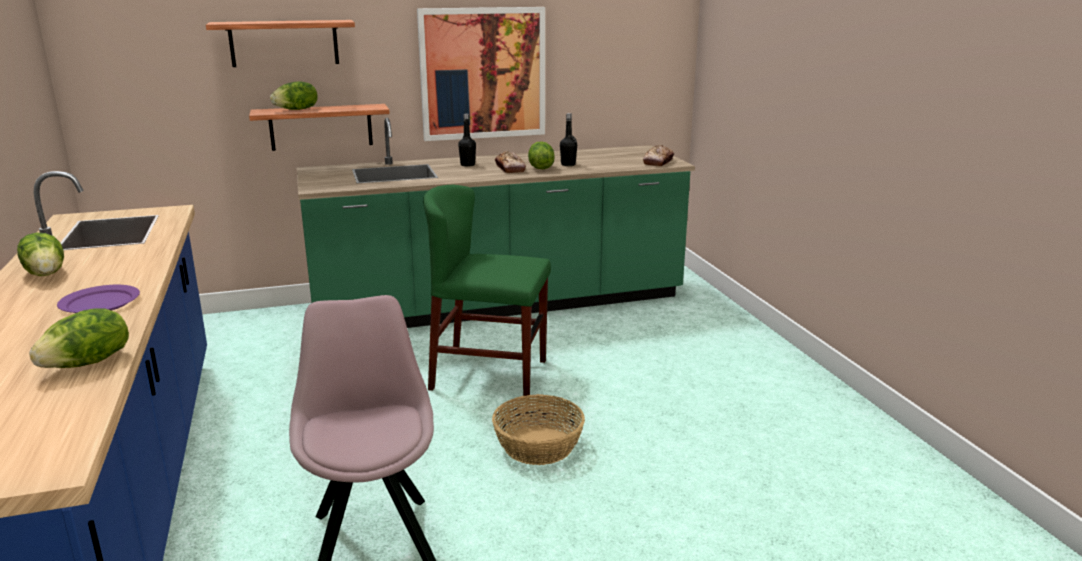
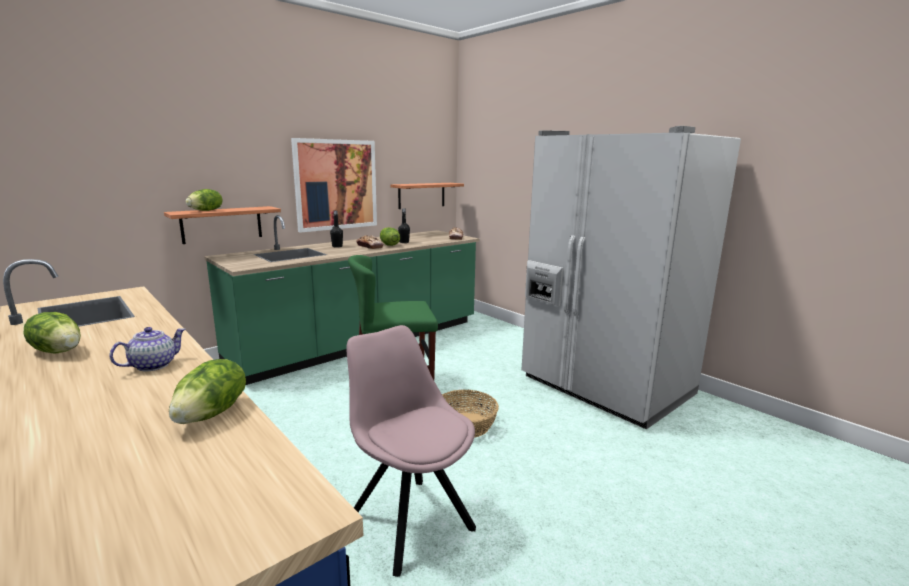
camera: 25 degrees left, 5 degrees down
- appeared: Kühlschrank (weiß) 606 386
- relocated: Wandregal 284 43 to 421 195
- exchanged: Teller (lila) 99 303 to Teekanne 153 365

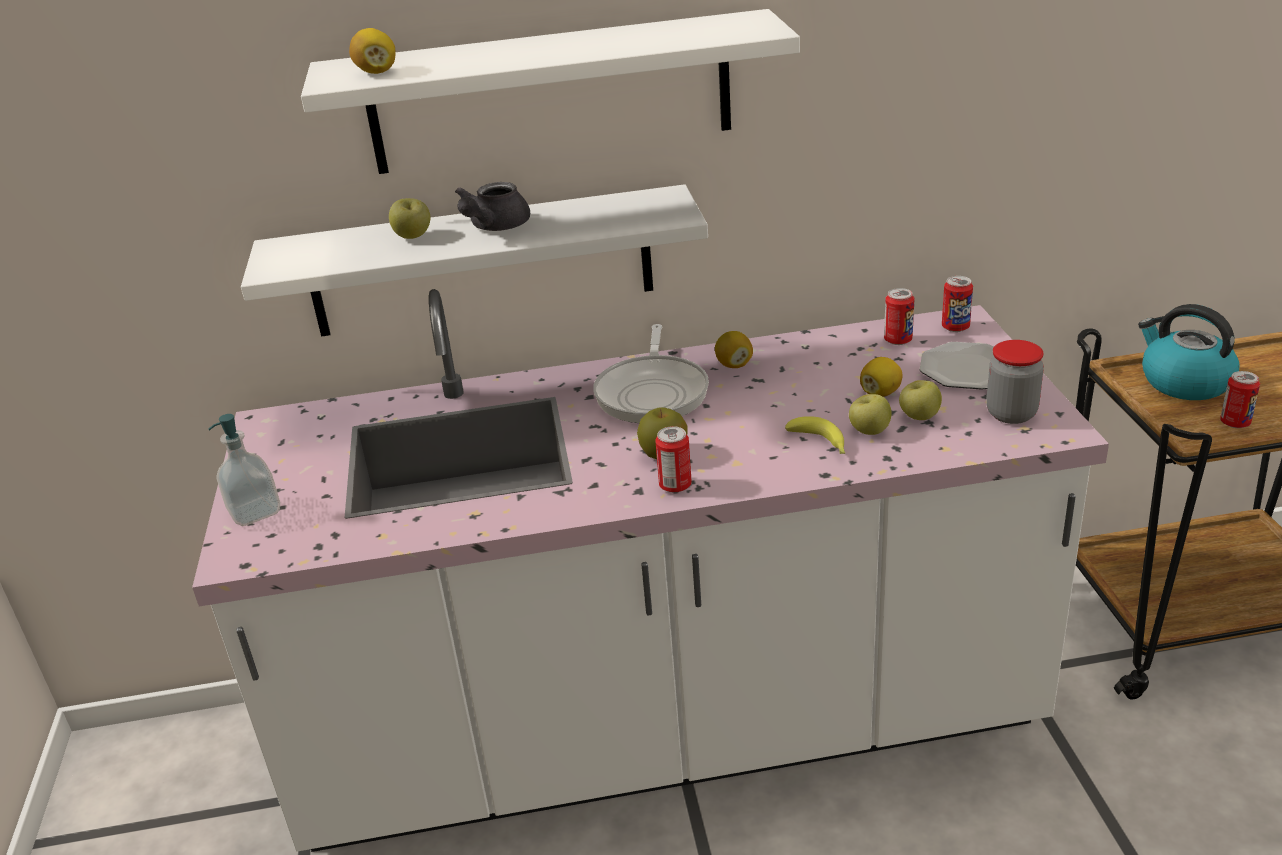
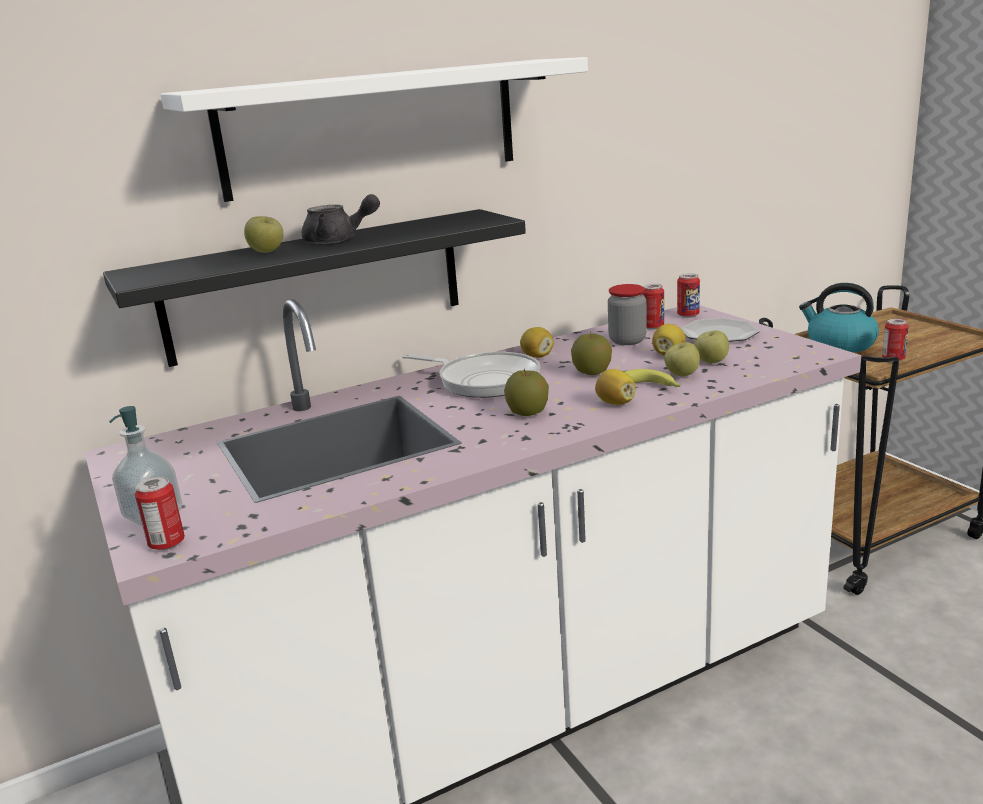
camera: 20 degrees left, 10 degrees down
- appeared: Apfel 592 373
- relocated: Zitrone 377 72 to 615 403
- relocated: Dose 675 486 to 167 543
- relocated: Vorratsglas 1011 414 to 627 340
- colour: Wandregal (weiß) 481 262 to Wandregal (schwarz) 315 286
- spun: Teekanne (grau) 494 227 = 338 240 90 degrees counterclockwise
- spun: Pfanne 653 392 = 484 380 45 degrees counterclockwise

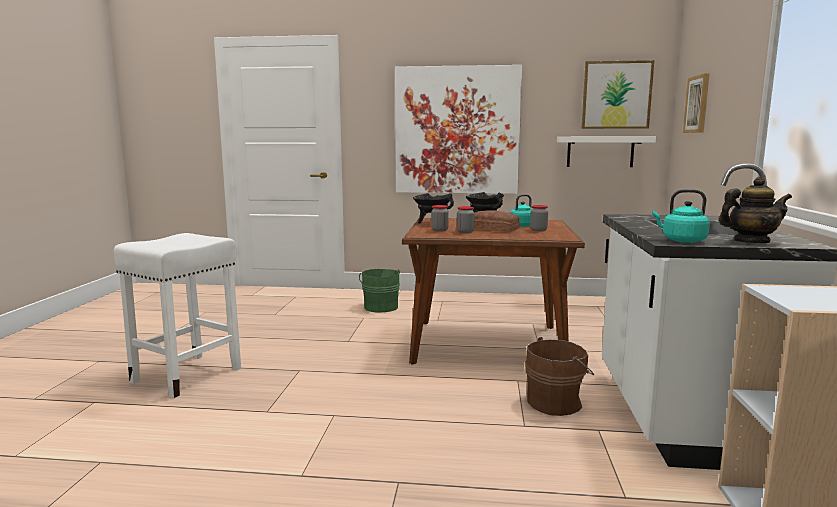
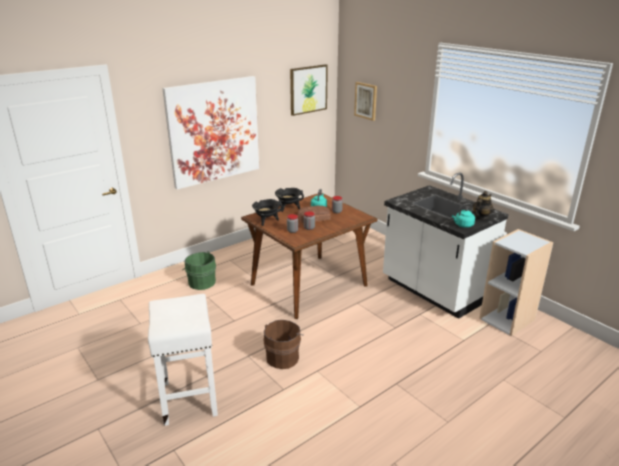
camera: 45 degrees left, 15 degrees up
- missing: Wandregal (weiß) 600 152
- relocated: Eimer (braun) 556 402 to 283 357

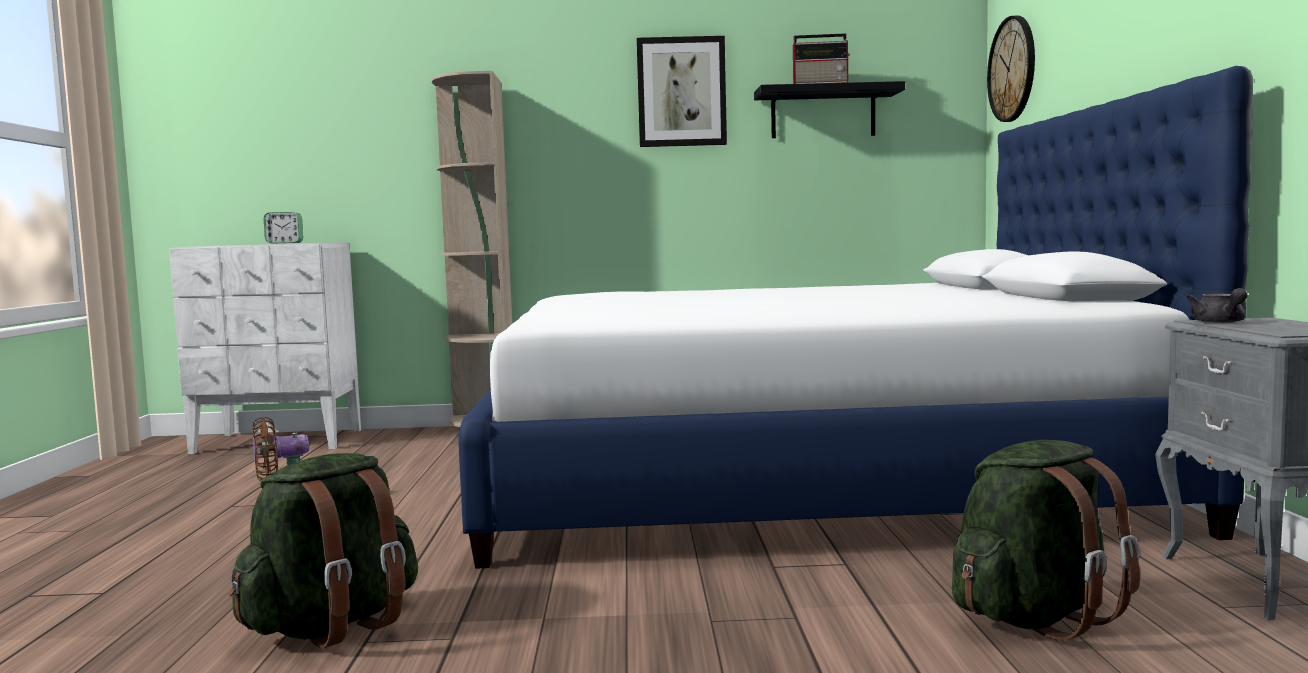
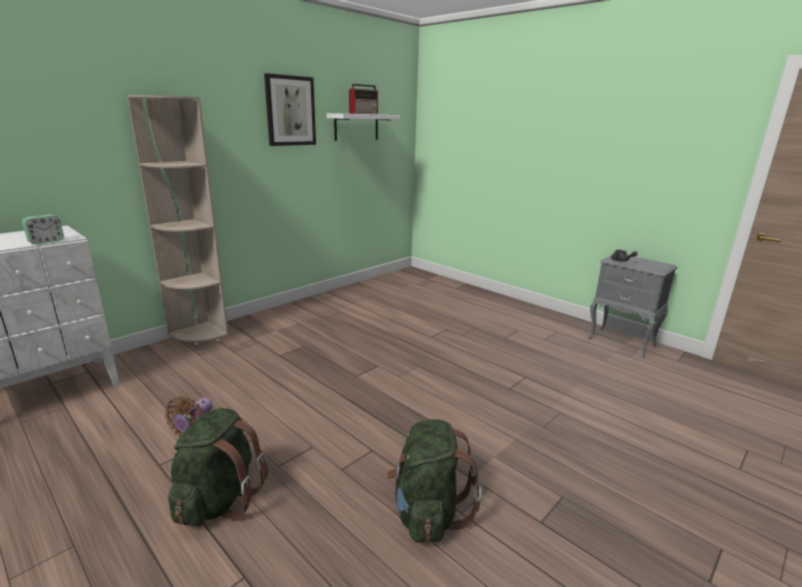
camera: 45 degrees left, 15 degrees up
- missing: Bett (weiß) 807 483
- missing: Wanduhr 1012 69
- relocated: Rucksack (grün) 1034 616 to 219 499
- colour: Wandregal (schwarz) 823 113 to Wandregal (weiß) 356 127

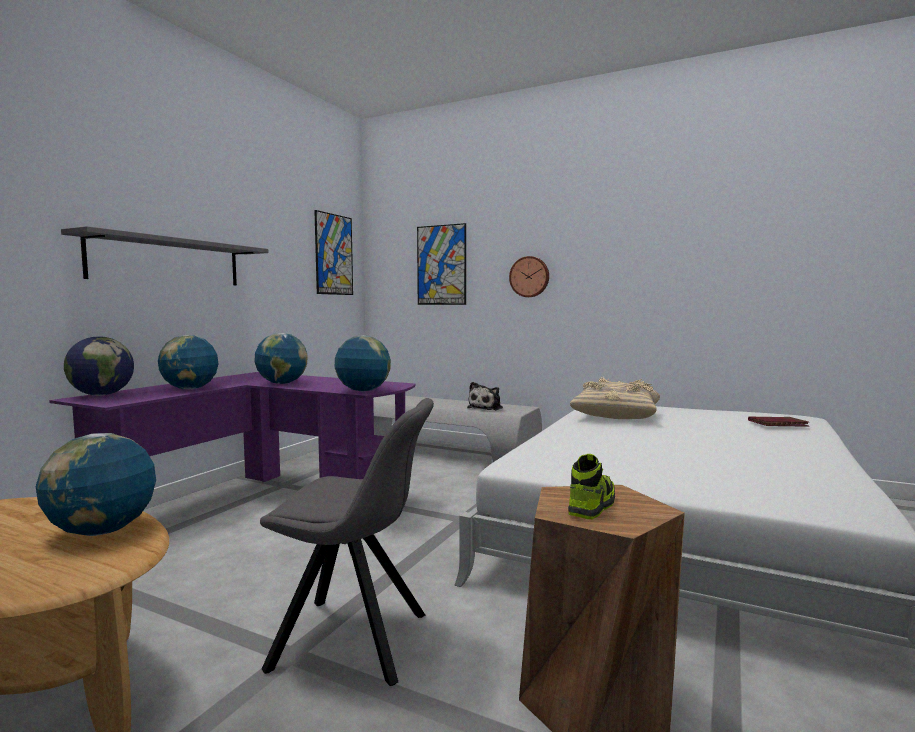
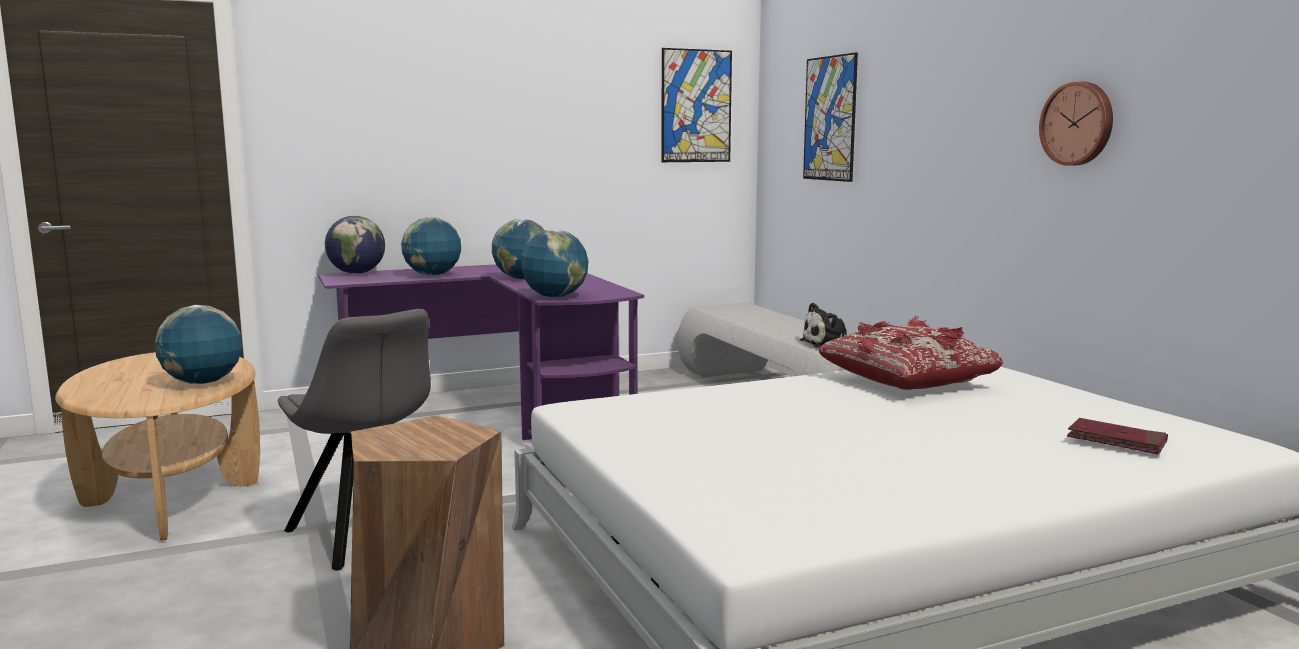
camera: 40 degrees right, 5 degrees up
- missing: Wandregal (grau) 168 262
- missing: Schuh 591 506
- relocated: Wanduhr 529 277 to 1078 123
- colour: Kissen (beige) 616 417 to Kissen (rot) 906 383

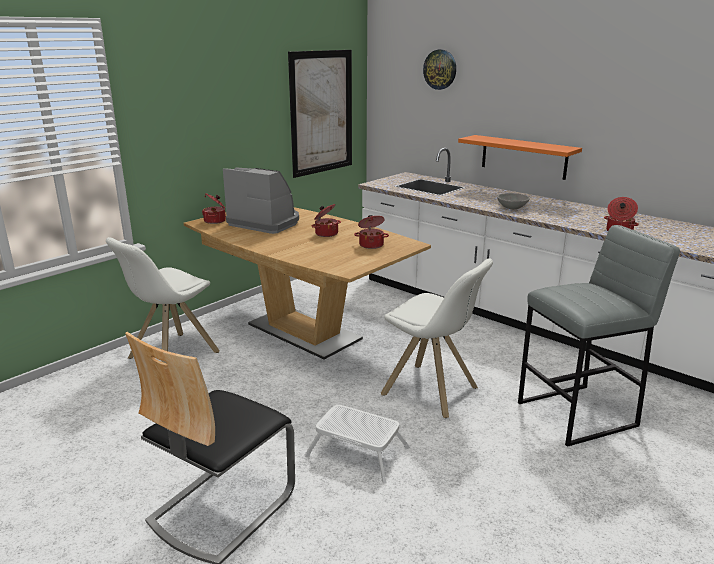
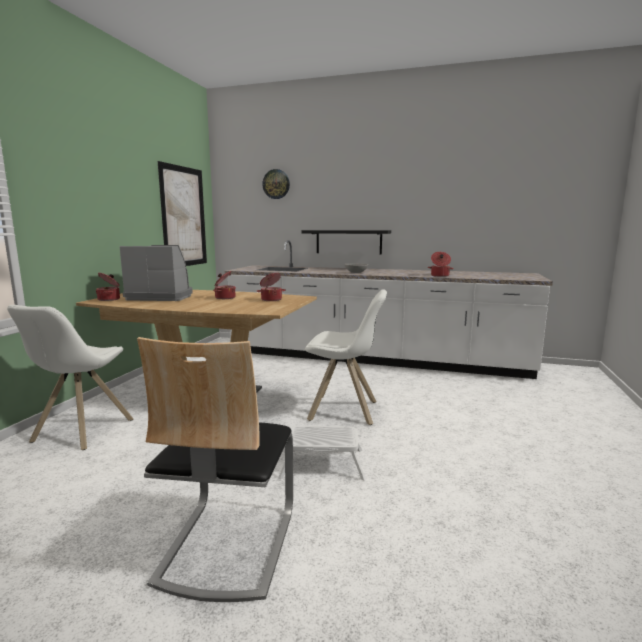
camera: 25 degrees left, 10 degrees down
- missing: Hocker (grau) 578 413
- colour: Wandregal (orange) 523 157 to Wandregal (schwarz) 348 242

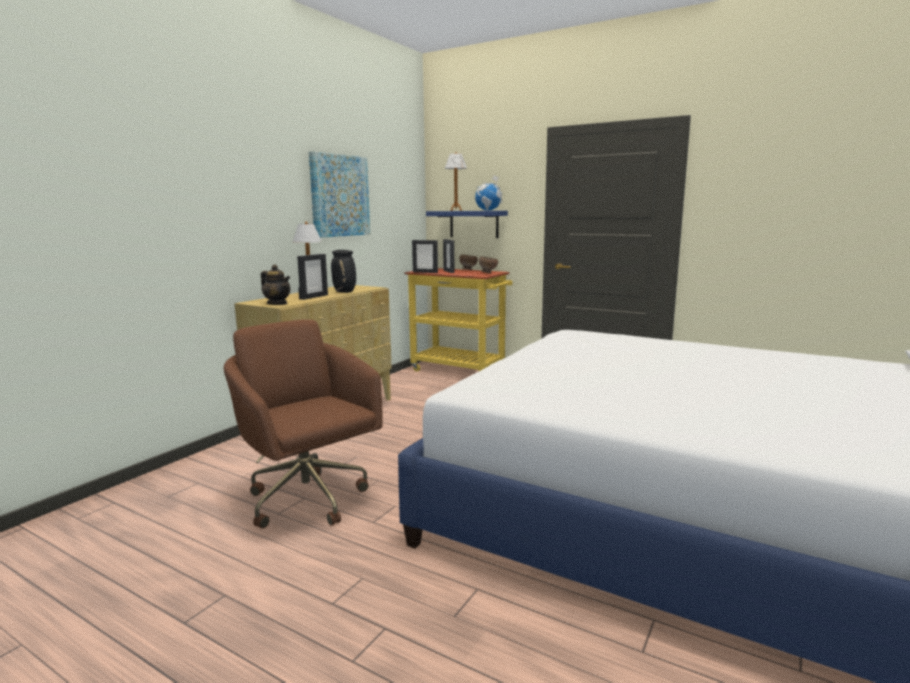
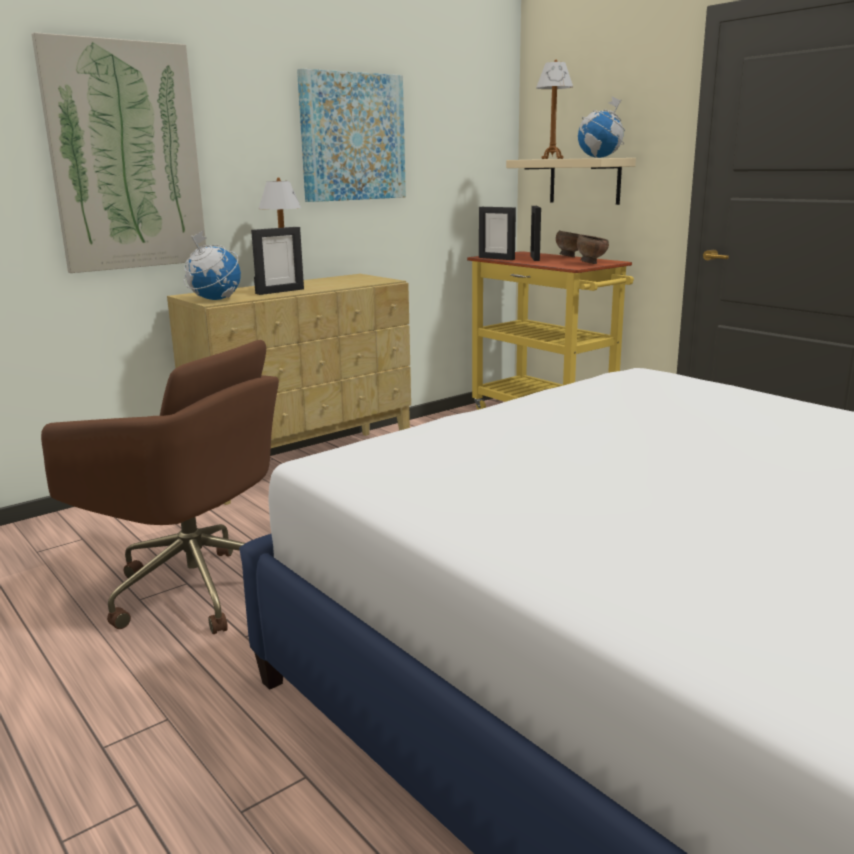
camera: 20 degrees right, 5 degrees up
- missing: Vase (schwarz) 345 292
- appeared: Bild 125 157
- exchanged: Teekanne 277 304 to Globus 214 300
- colour: Wandregal (blau) 474 224 to Wandregal (beige) 584 181
- spun: Bürostuhl (braun) 310 502 = 189 591 135 degrees clockwise

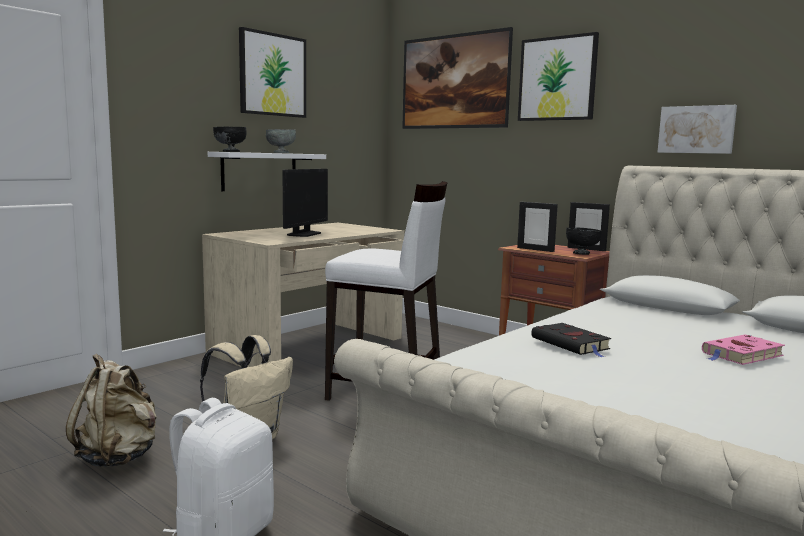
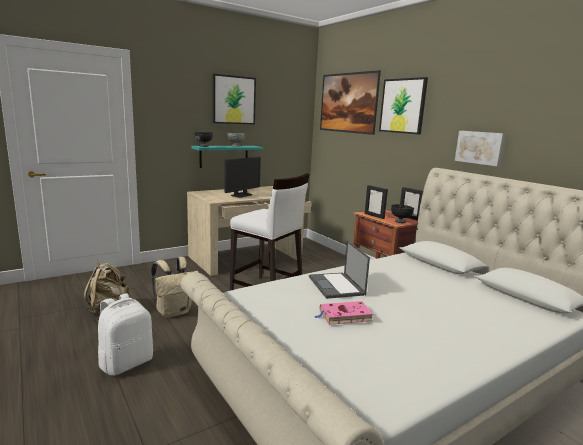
camera: 15 degrees right, 5 degrees up
- relocated: Buch (rosa) 741 355 to 344 316
- exchanged: Buch (schwarz) 572 344 to Laptop 336 286
- colour: Wandregal (weiß) 259 171 to Wandregal (türkis) 224 156

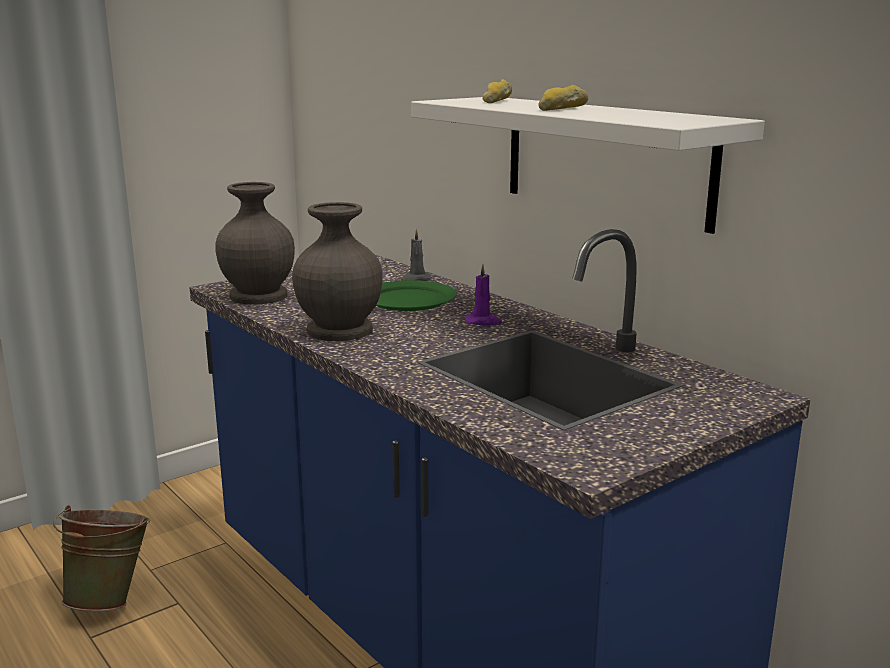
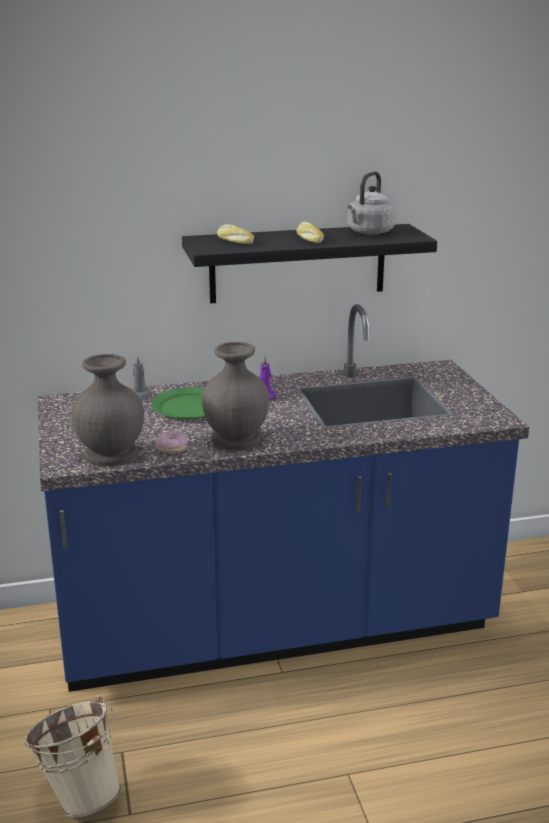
camera: 65 degrees left, 5 degrees up
- appeared: Donut 171 449
- appeared: Wasserkessel (grau) 369 232
- colour: Eimer (grün) 111 599 to Eimer (beige) 79 795
- colour: Wandregal (weiß) 605 159 to Wandregal (schwarz) 298 263

